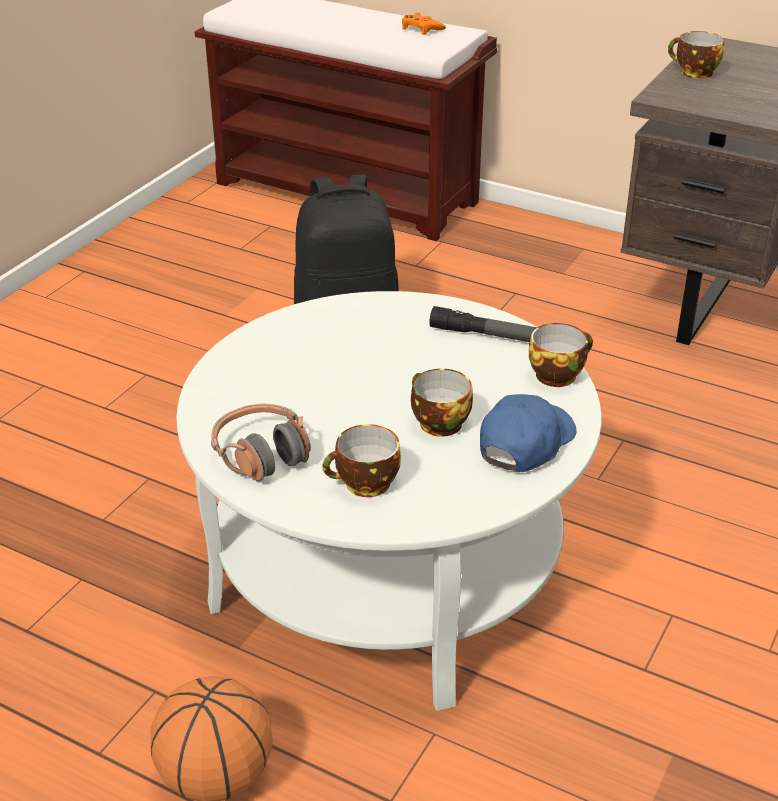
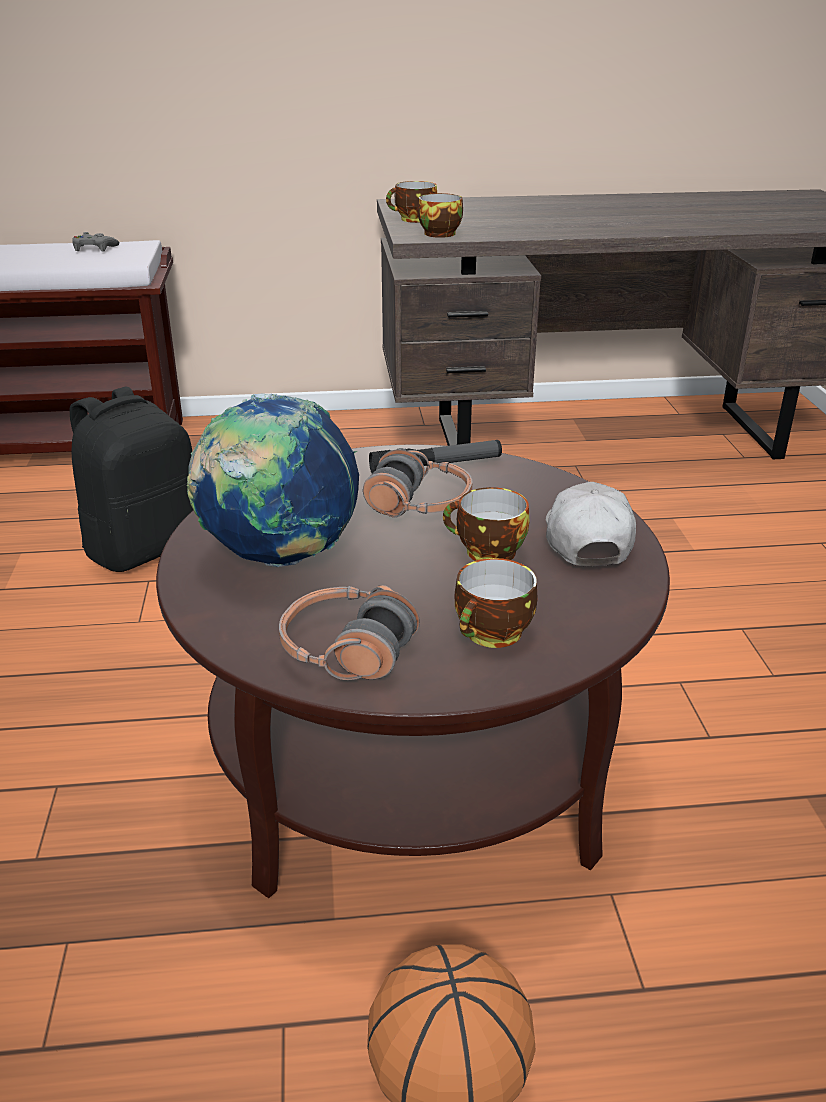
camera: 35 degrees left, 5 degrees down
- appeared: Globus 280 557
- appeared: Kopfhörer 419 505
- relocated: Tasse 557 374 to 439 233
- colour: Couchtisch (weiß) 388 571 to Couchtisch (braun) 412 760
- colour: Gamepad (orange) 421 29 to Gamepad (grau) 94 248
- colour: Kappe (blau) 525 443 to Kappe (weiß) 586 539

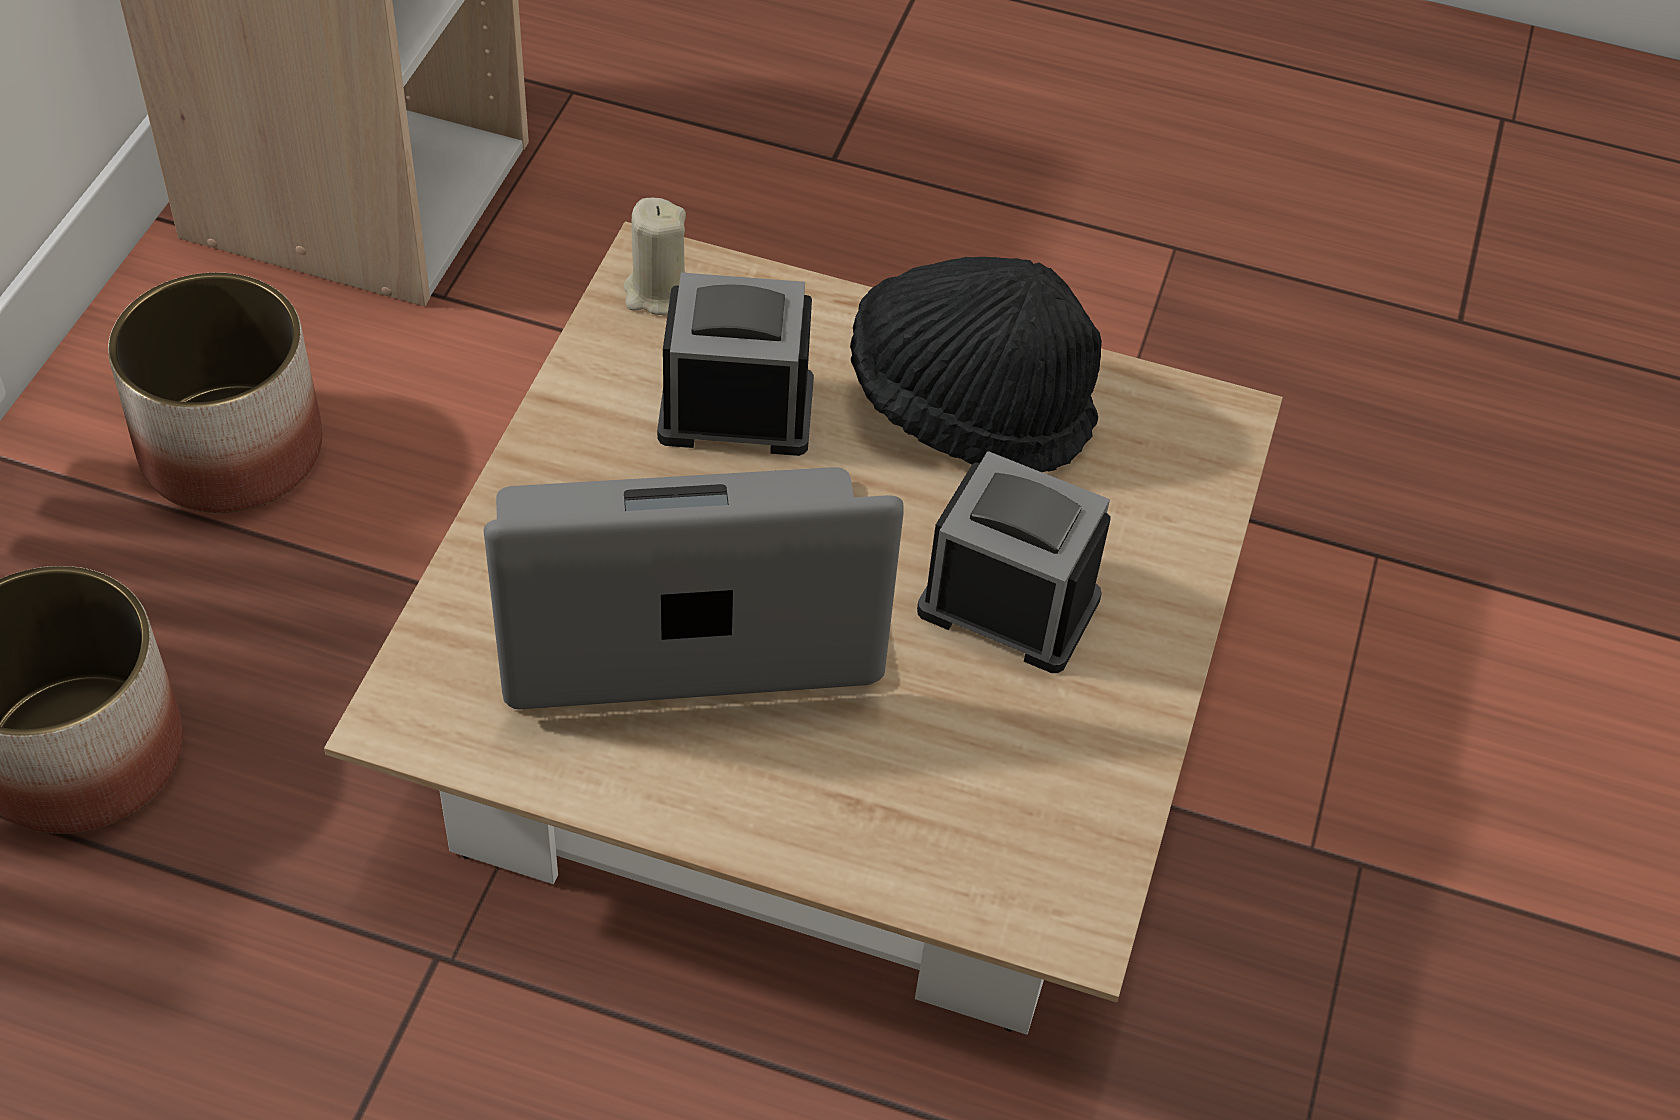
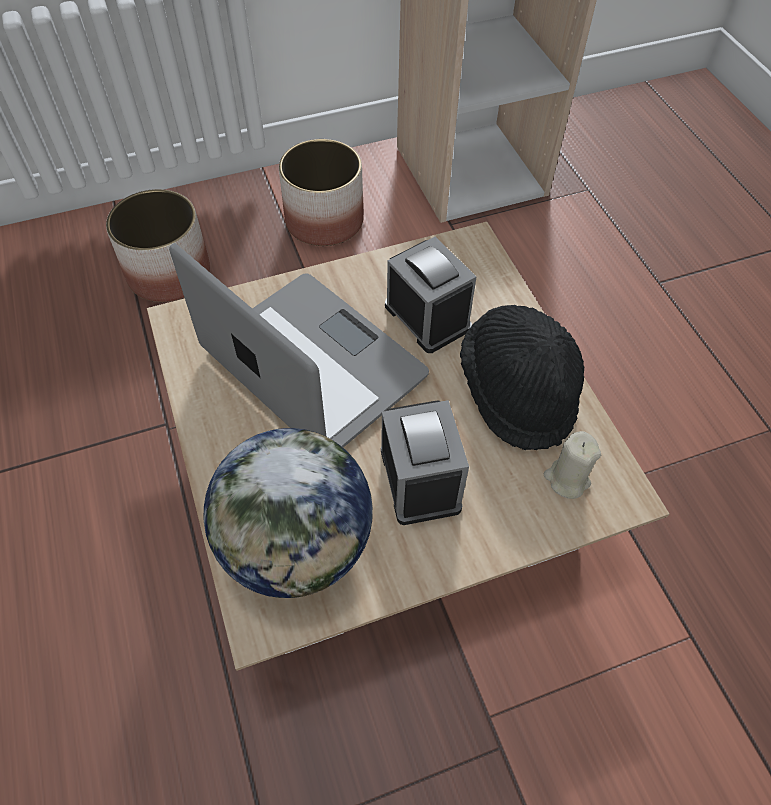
camera: 55 degrees right, 5 degrees up
- appeared: Globus 297 545
- relocated: Kerze (beige) 658 293 to 566 479

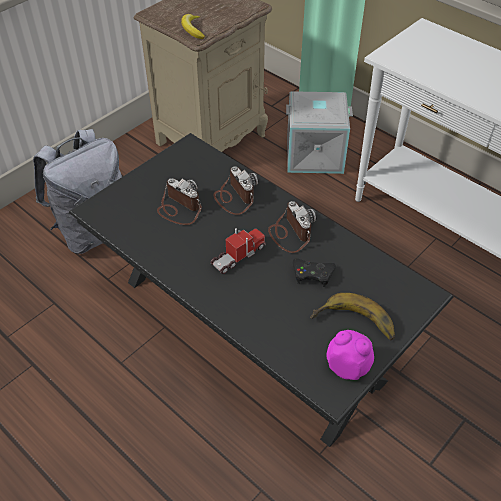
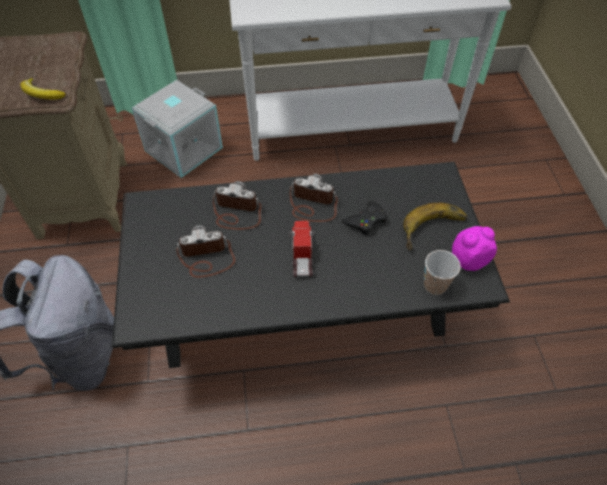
camera: 50 degrees left, 5 degrees up
- appeared: Tasse 435 285

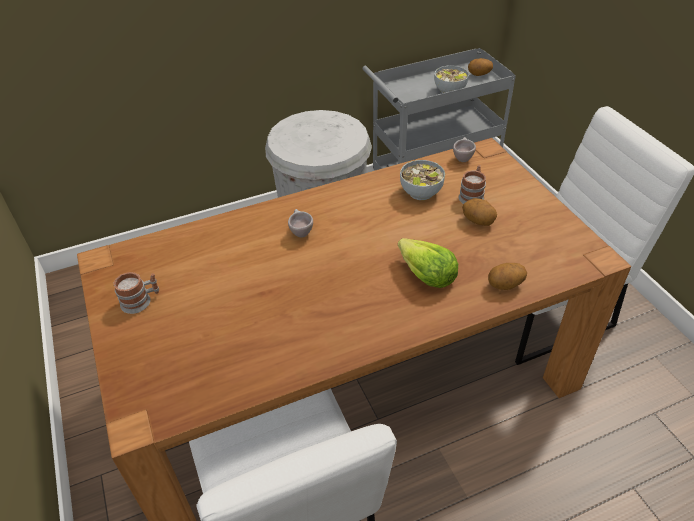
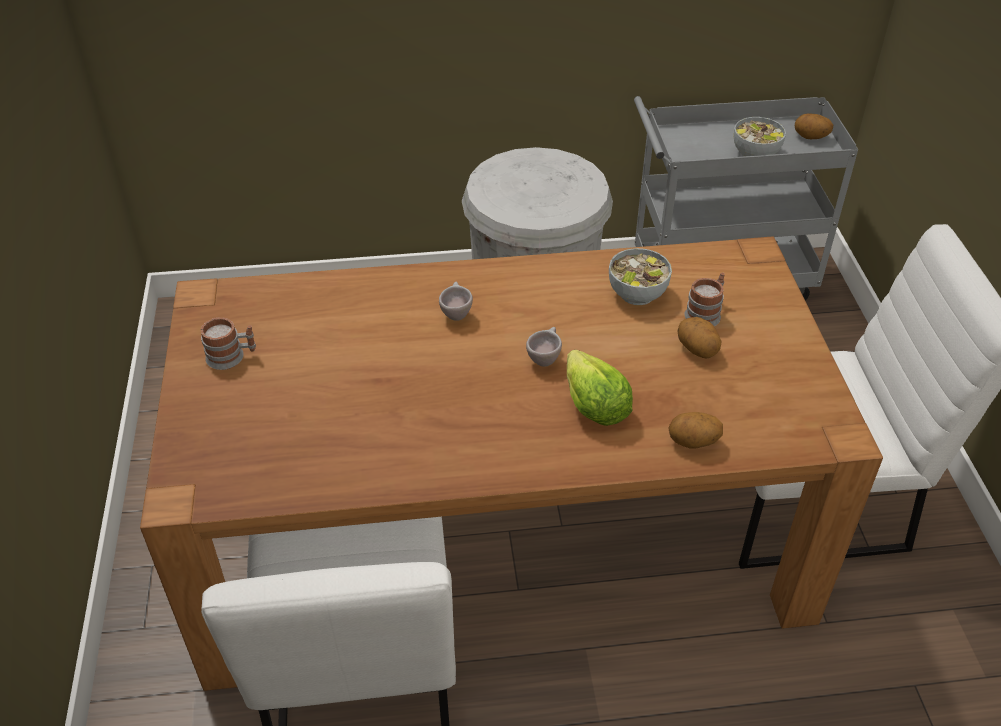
camera: 15 degrees right, 0 degrees up
- relocated: Tasse (beige) 462 158 to 545 358

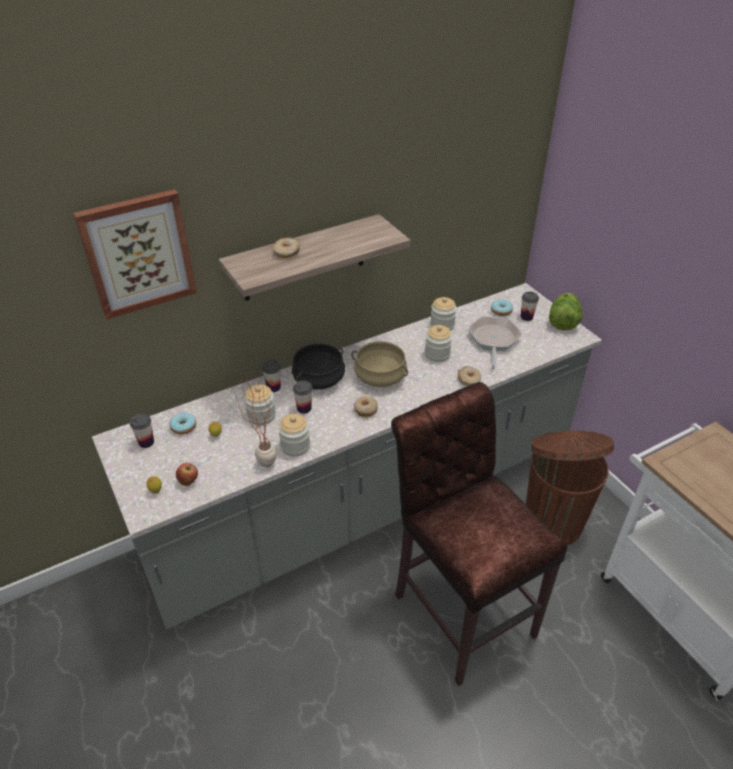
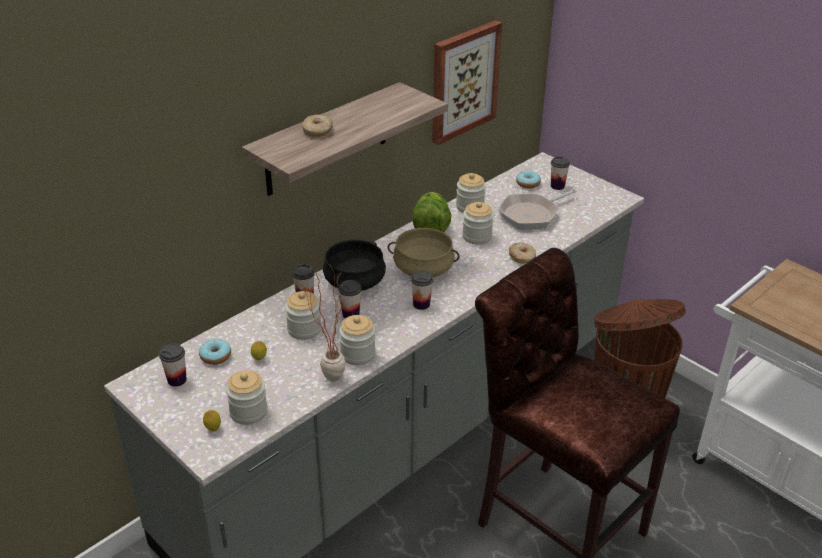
camera: 15 degrees left, 5 degrees down
- relocated: Bild 138 253 to 463 81
- relocated: Salatkopf 563 322 to 431 227
- exchanged: Apfel 189 481 to Vorratsglas 248 412
- exchanged: Donut 365 409 to Tasse 421 304
- spun: Pfanne 493 340 = 532 214 120 degrees counterclockwise

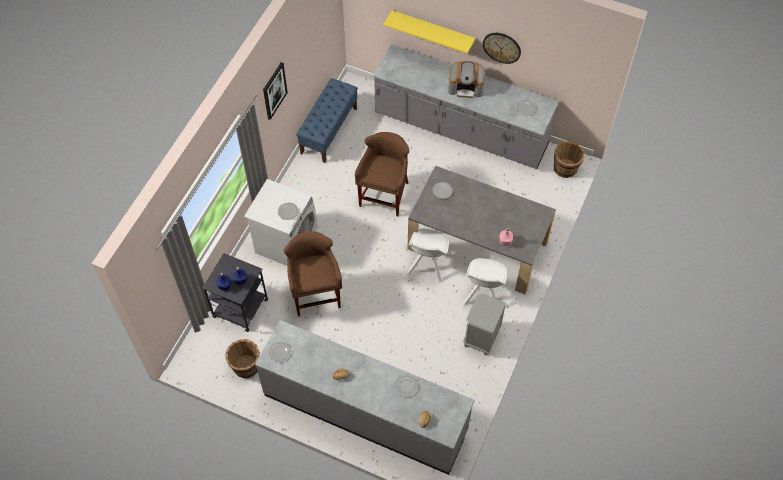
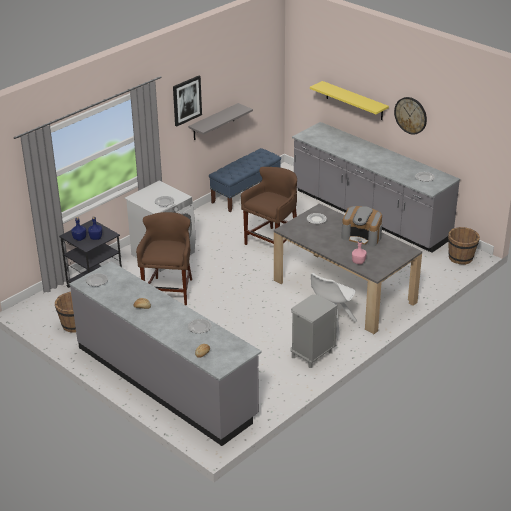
camera: 20 degrees right, 25 degrees down
- missing: Stuhl (weiß) 427 264
- appeared: Wandregal (grau) 213 122
- relocated: Kaffeemaschine 466 87 to 362 236

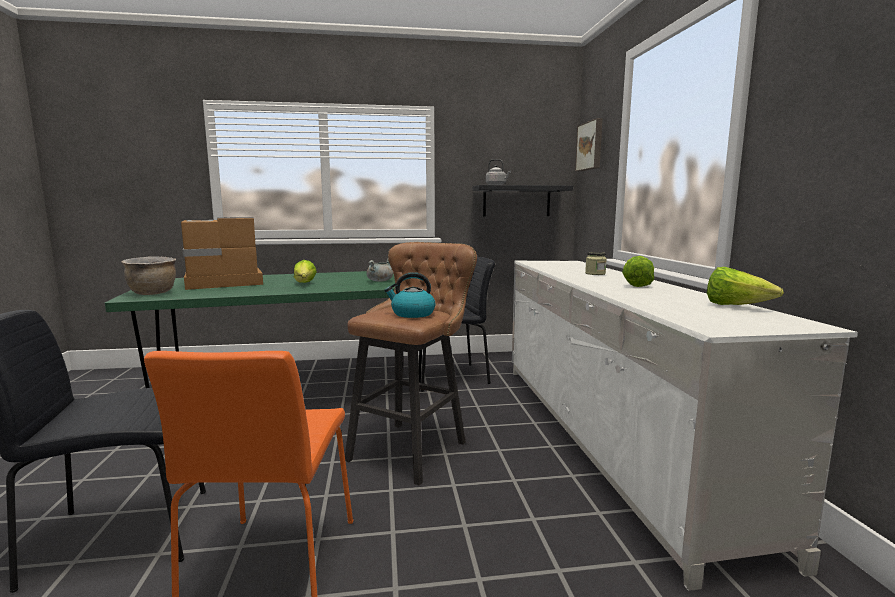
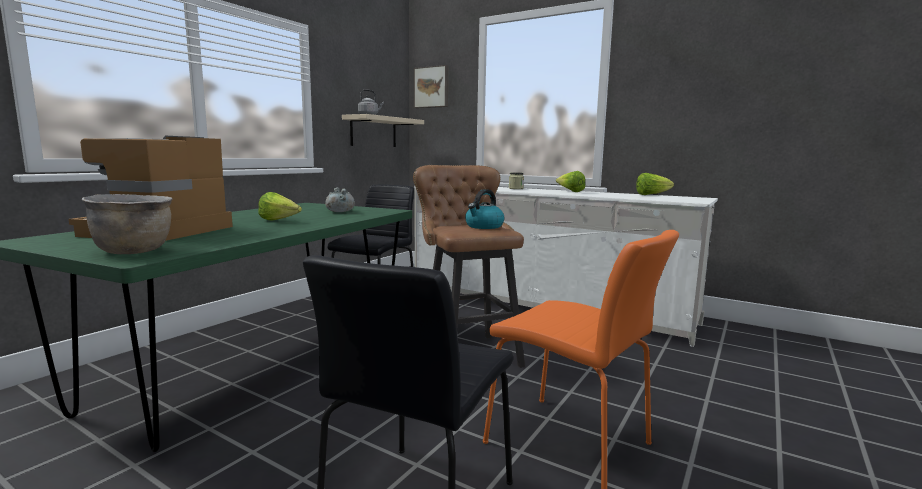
camera: 50 degrees left, 0 degrees up
- colour: Wandregal (schwarz) 516 201 to Wandregal (beige) 373 132

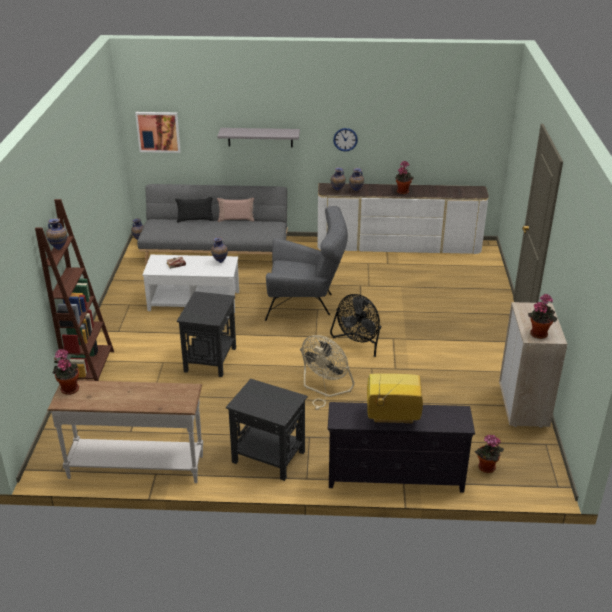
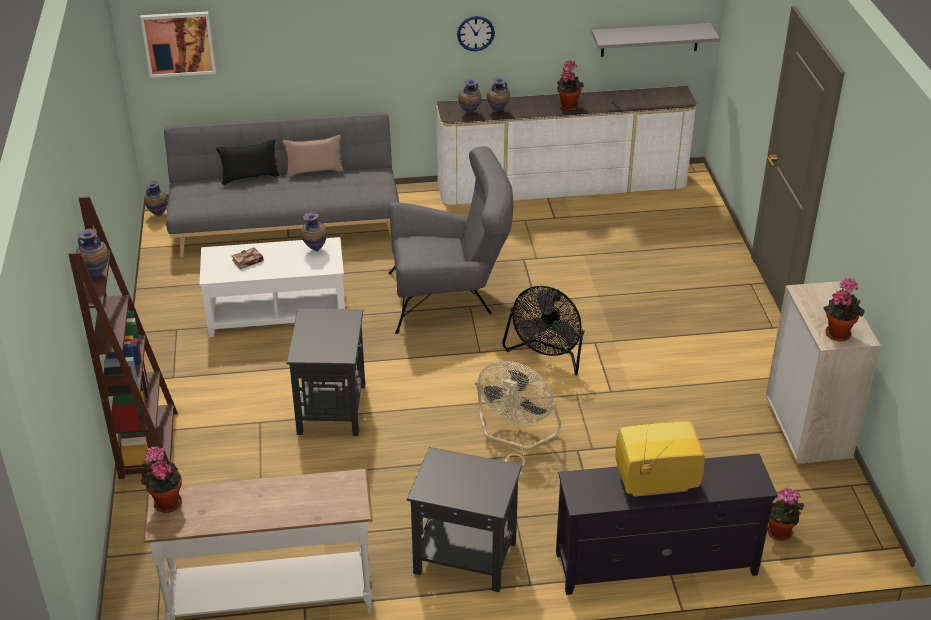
camera: 10 degrees left, 5 degrees up
- relocated: Wandregal (grau) 260 137 to 650 39

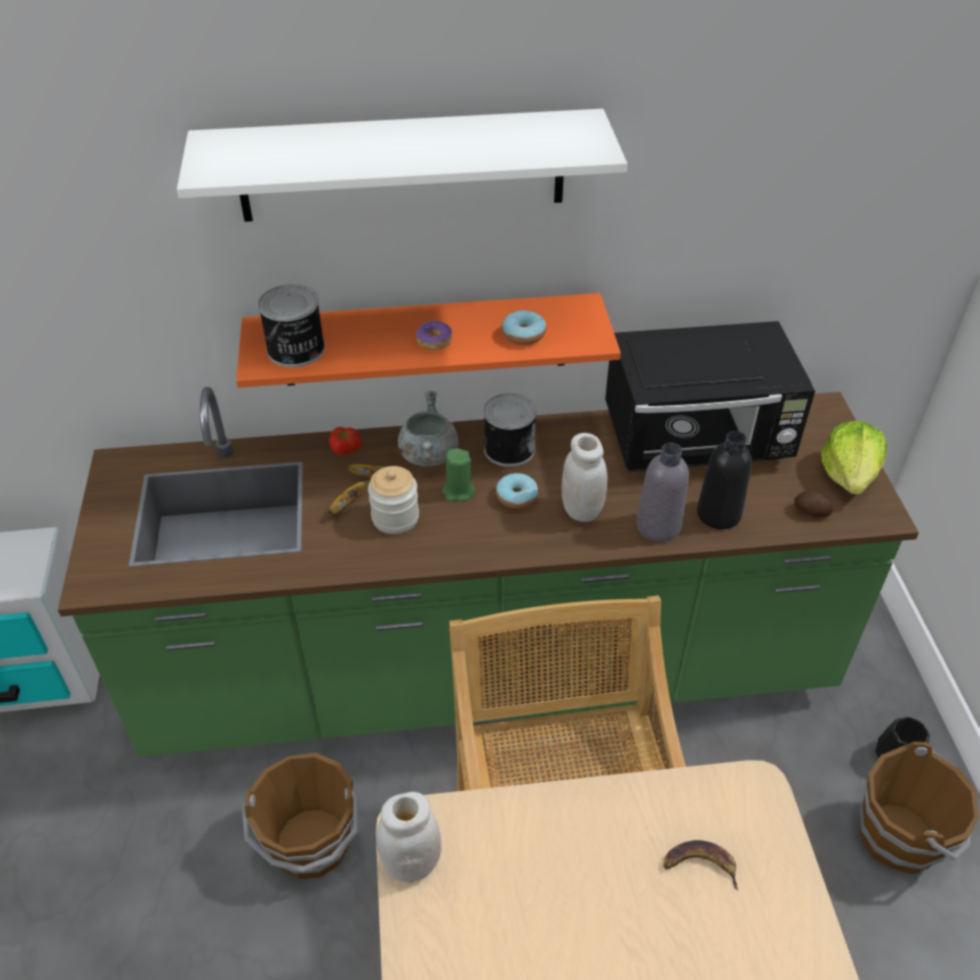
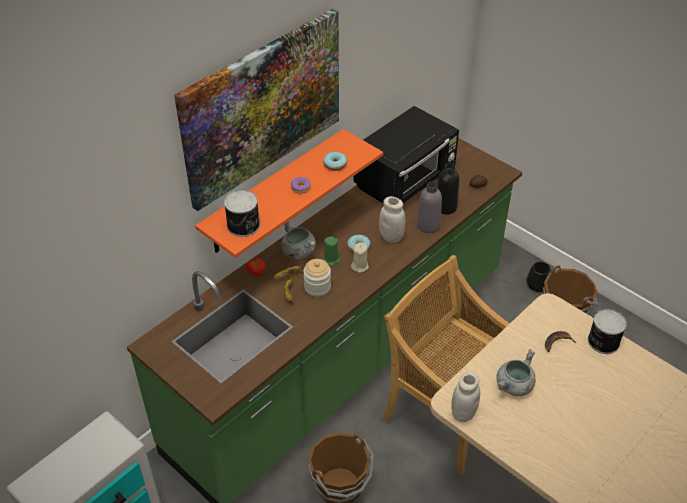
camera: 40 degrees left, 0 degrees up
- missing: Salatkopf 849 475
- appeared: Kerze (beige) 359 266
- appeared: Kochtopf (grau) 514 386
- relocated: Dose 508 448 to 602 342
- exchanged: Wandregal (weiß) 402 166 to Bild 262 107

